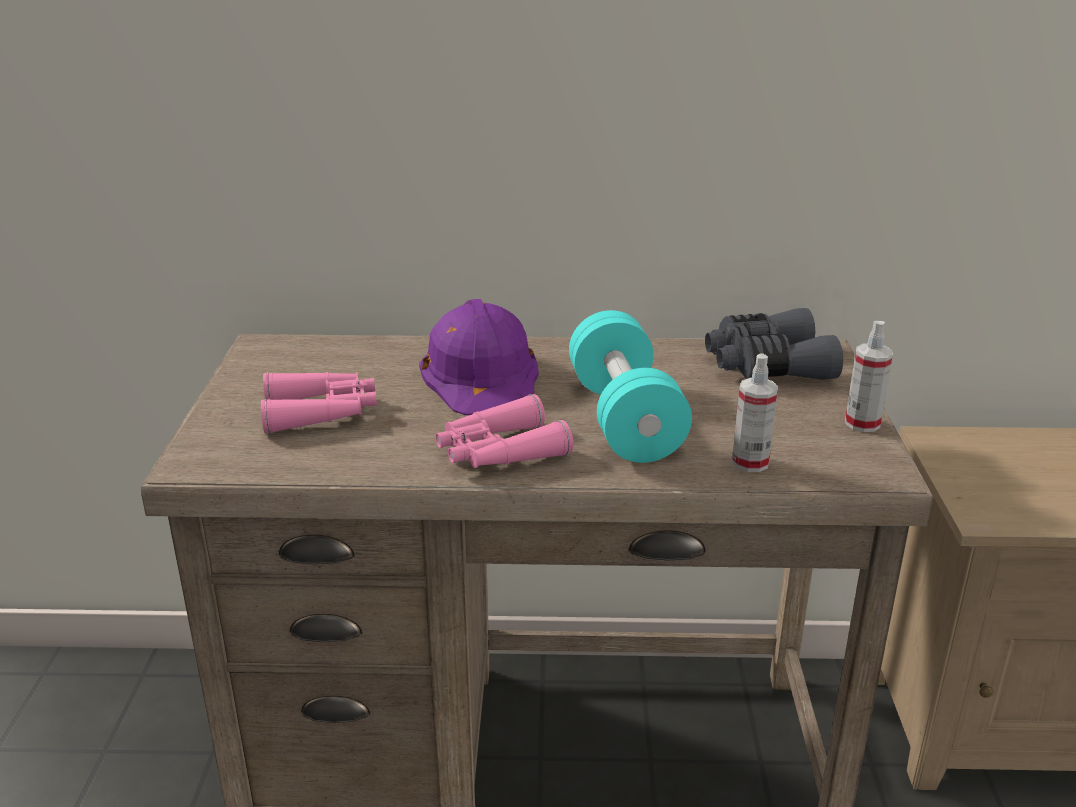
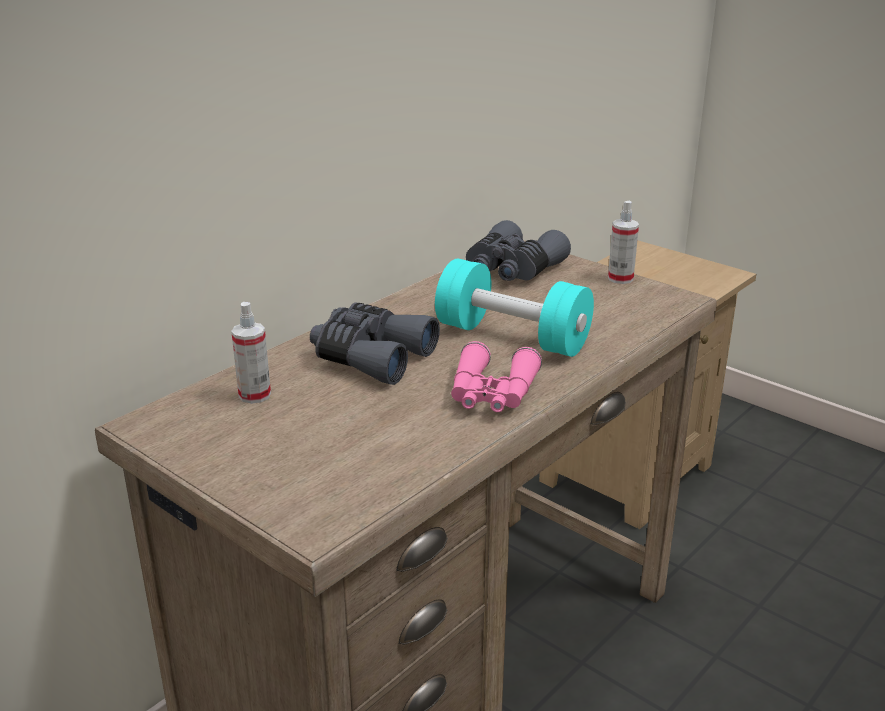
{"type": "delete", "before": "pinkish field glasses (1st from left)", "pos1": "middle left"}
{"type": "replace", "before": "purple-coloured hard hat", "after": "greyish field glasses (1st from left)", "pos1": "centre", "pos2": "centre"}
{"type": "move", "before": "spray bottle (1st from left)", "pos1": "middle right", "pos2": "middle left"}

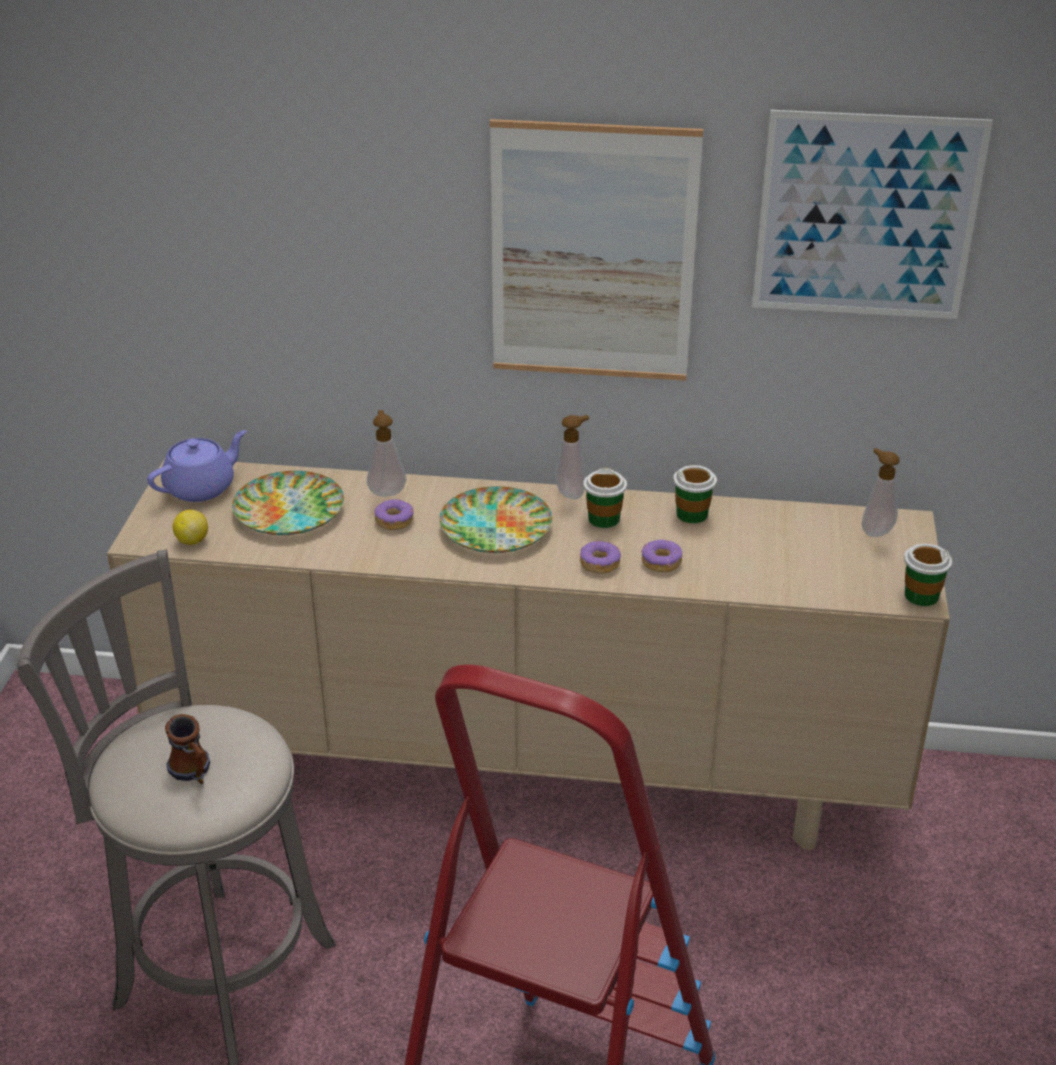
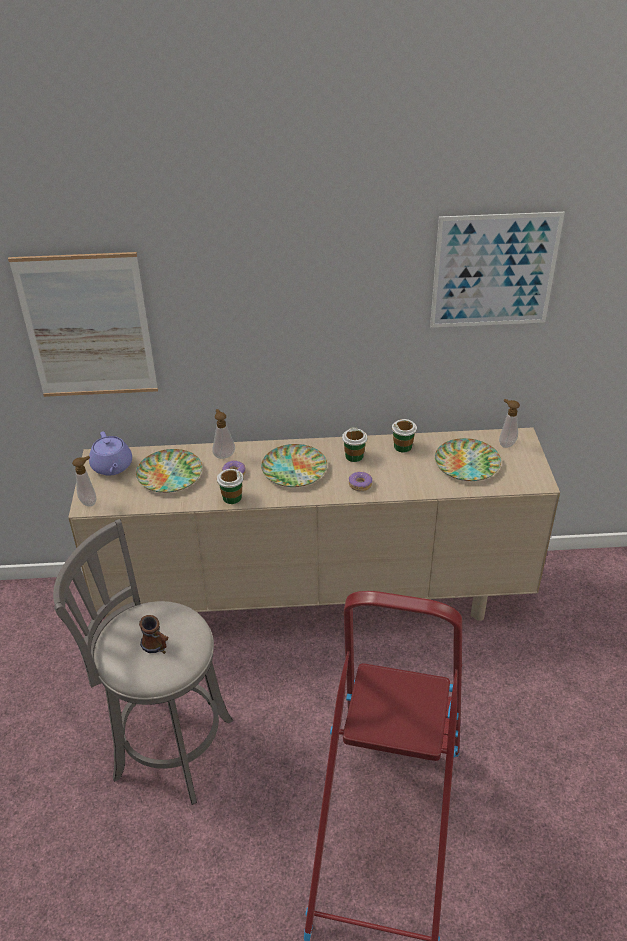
{"type": "rotate", "before": "purple-coloured tea pot", "pos1": "middle left", "pos2": "middle left", "turn": 120}
{"type": "delete", "before": "citrus fruit", "pos1": "middle left"}
{"type": "move", "before": "wall art (1st from left)", "pos1": "top centre", "pos2": "middle left"}
{"type": "move", "before": "soap dispenser (2nd from left in the first image)", "after": "soap dispenser (1st from left)", "pos1": "centre", "pos2": "middle left"}
{"type": "delete", "before": "donut (3rd from left)", "pos1": "centre"}
{"type": "move", "before": "drinking cup (3rd from left in the first image)", "after": "drinking cup (1st from left)", "pos1": "middle right", "pos2": "centre"}
{"type": "insert", "after": "flat dish (3rd from left)", "pos2": "middle right"}

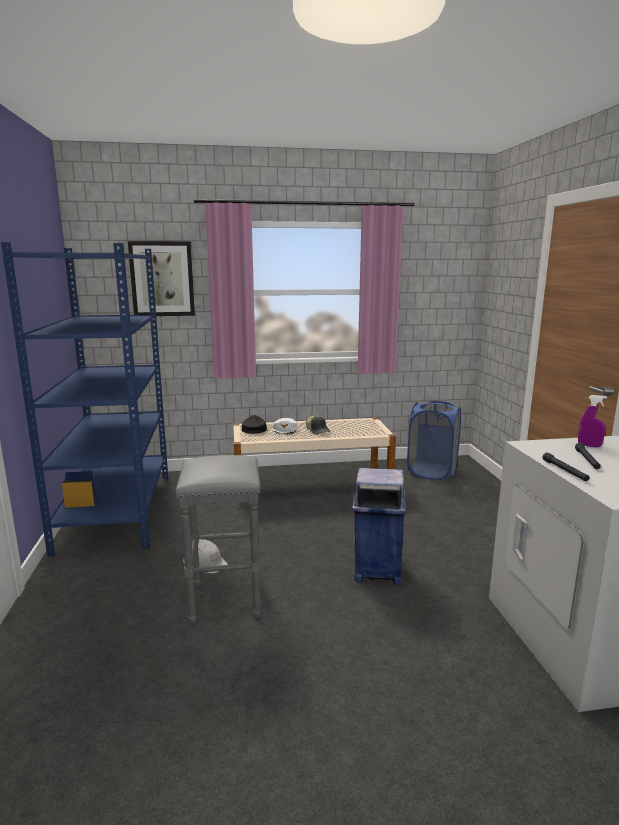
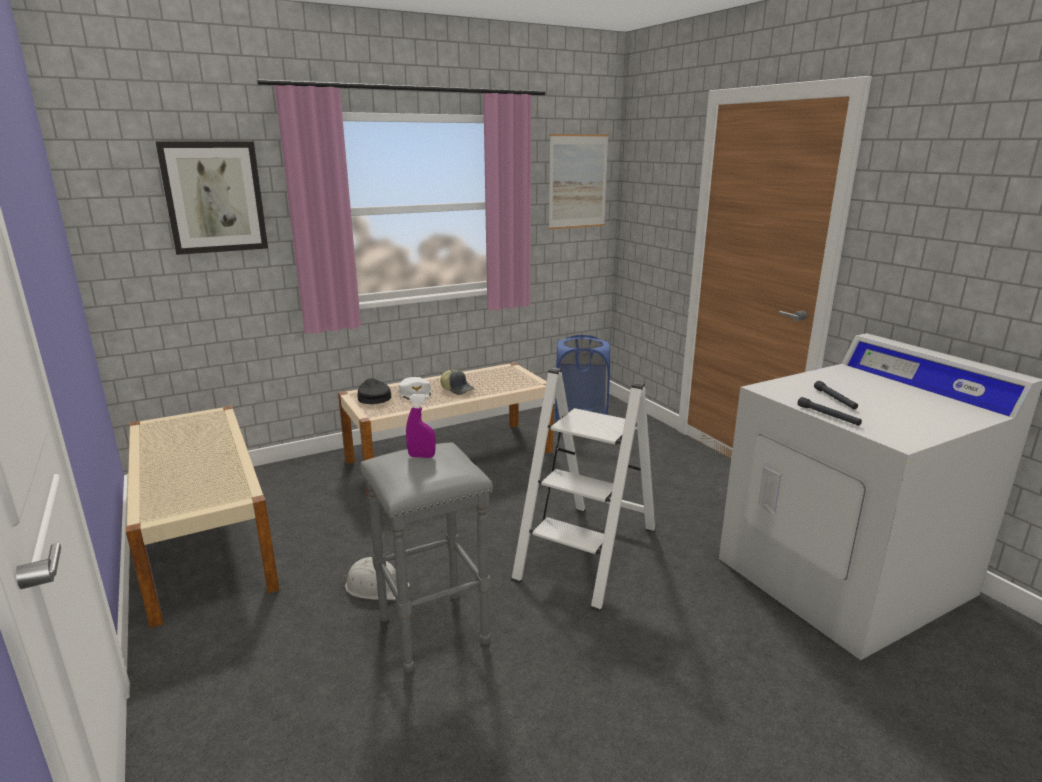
{"type": "replace", "before": "blue bookshelf", "after": "beige long seat (1st from left)", "pos1": "middle left", "pos2": "middle left"}
{"type": "replace", "before": "blue rubbish bin", "after": "whitish step stool", "pos1": "centre", "pos2": "centre"}
{"type": "move", "before": "purple-coloured spray bottle", "pos1": "middle right", "pos2": "centre"}
{"type": "insert", "after": "wall art (2nd from left)", "pos2": "top centre"}

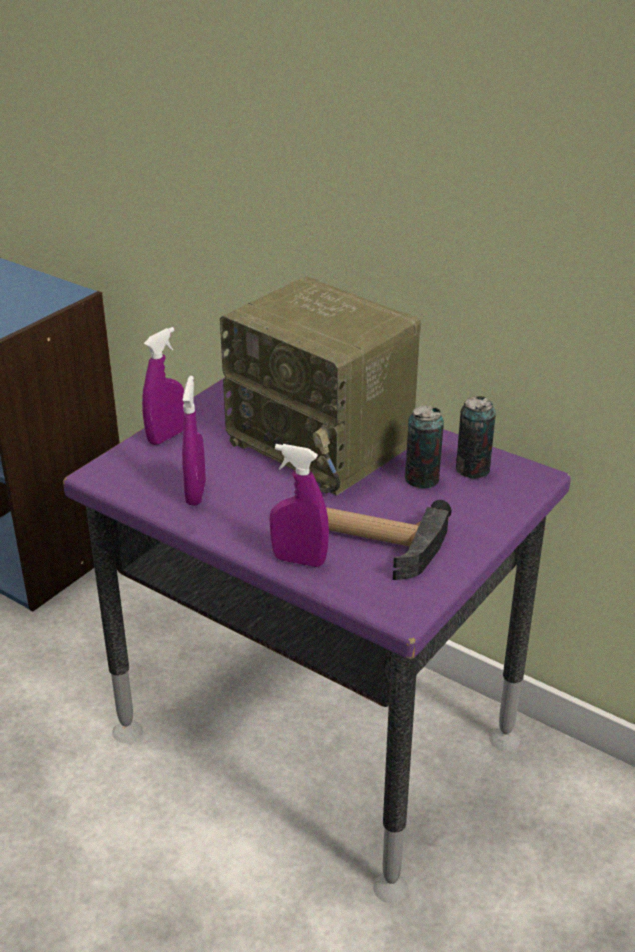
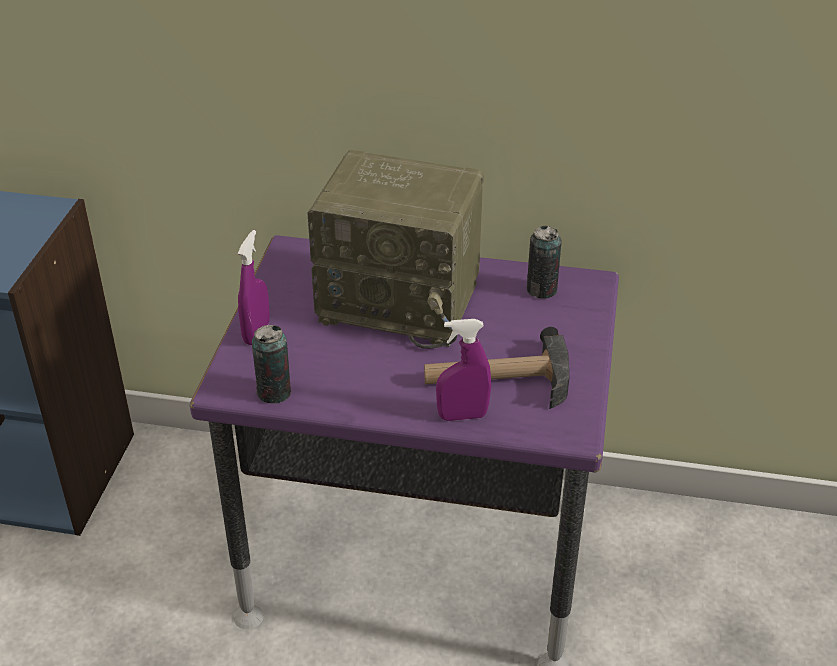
{"type": "delete", "before": "purple-coloured spray bottle (2nd from left)", "pos1": "middle left"}
{"type": "move", "before": "sealed can (1st from left)", "pos1": "middle right", "pos2": "middle left"}

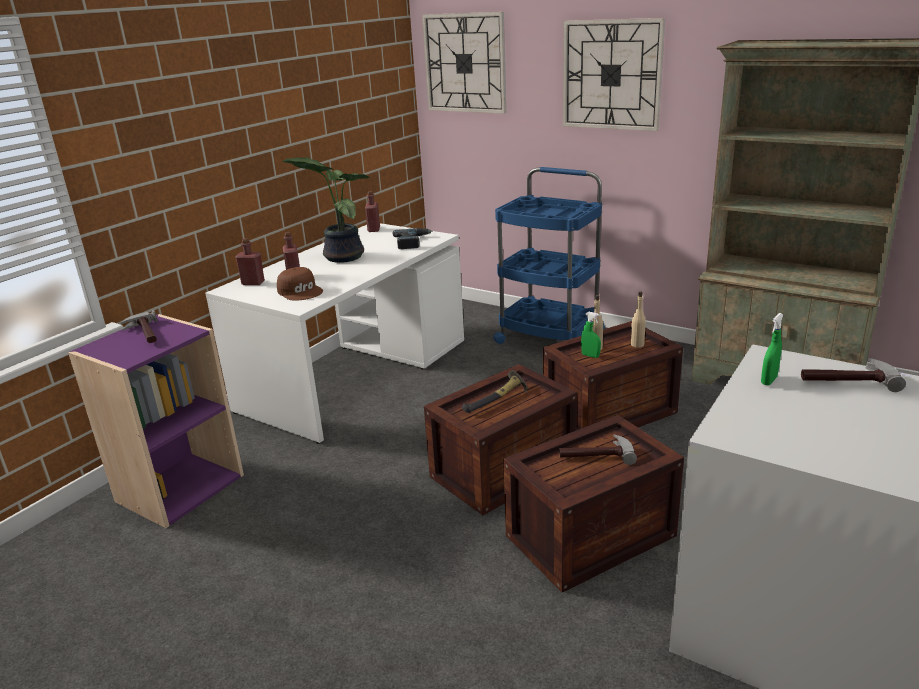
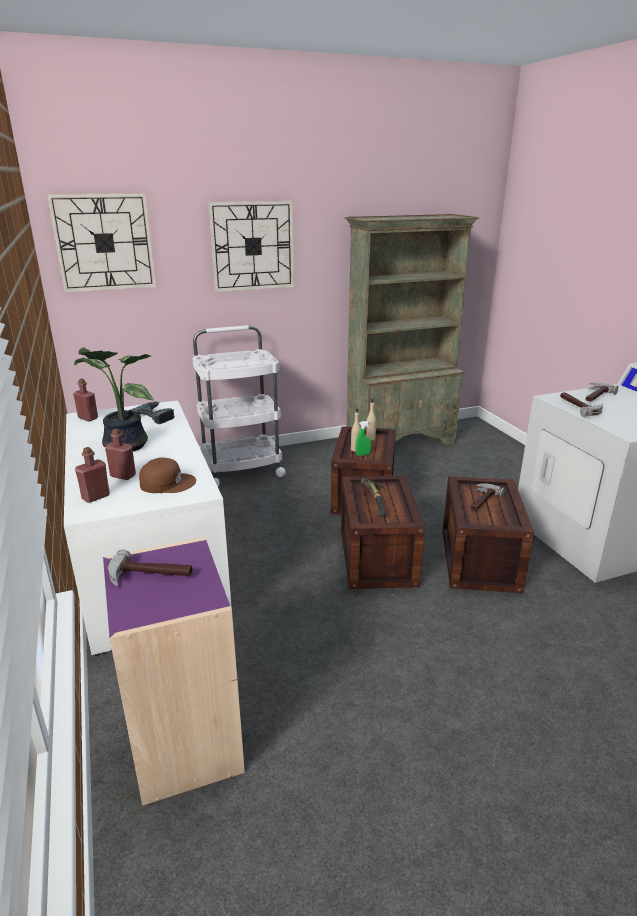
{"type": "recolor", "before": "blue cart", "after": "whitish cart", "pos1": "centre", "pos2": "centre"}
{"type": "replace", "before": "greenish spray bottle (2nd from left)", "after": "tool hammer (4th from left)", "pos1": "middle right", "pos2": "middle right"}

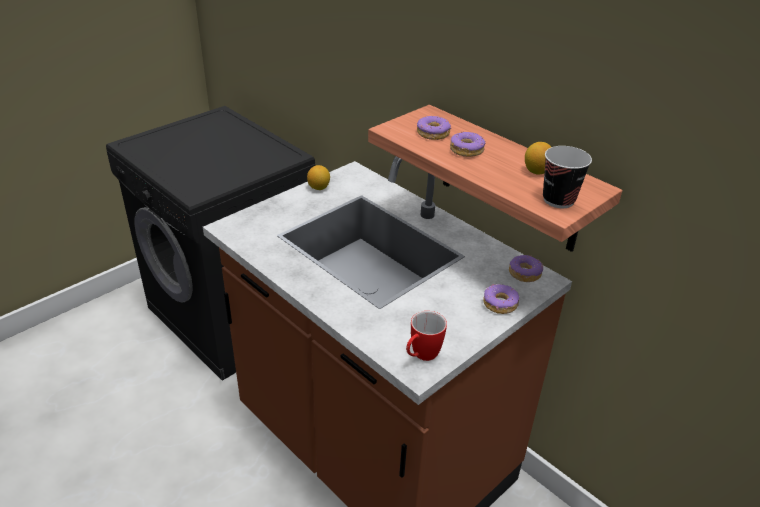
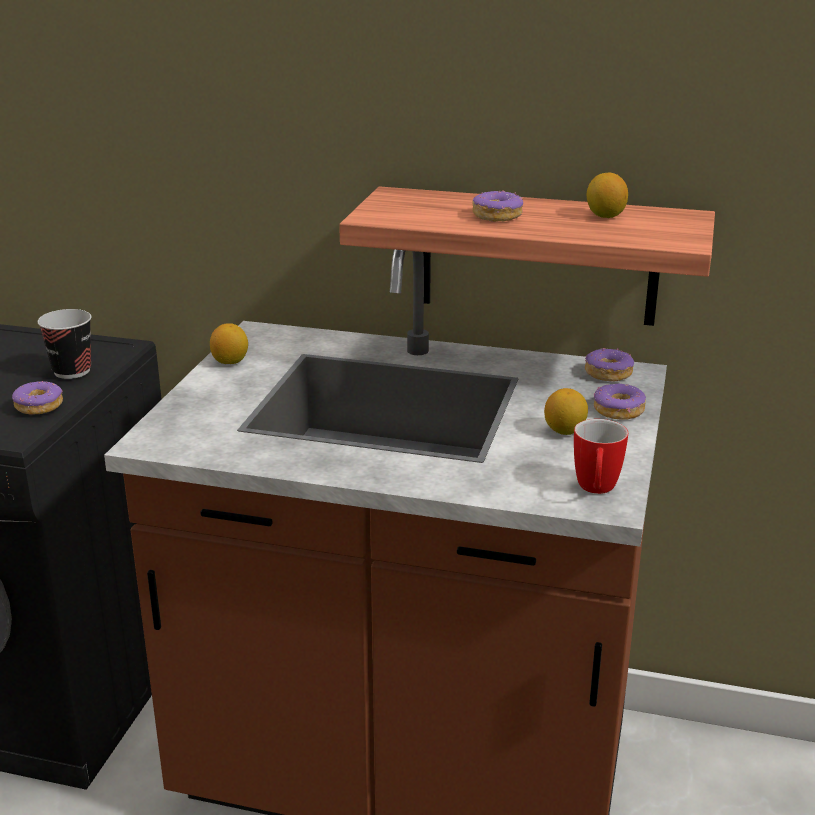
{"type": "move", "before": "donut (1st from left)", "pos1": "top centre", "pos2": "middle left"}
{"type": "move", "before": "drinking cup", "pos1": "middle right", "pos2": "middle left"}
{"type": "insert", "after": "citrus fruit (2nd from left)", "pos2": "middle right"}

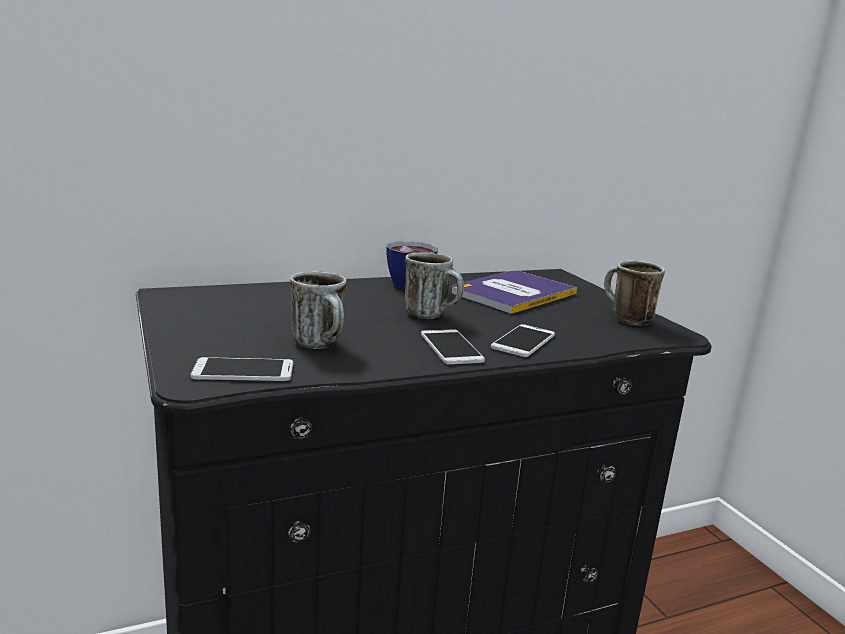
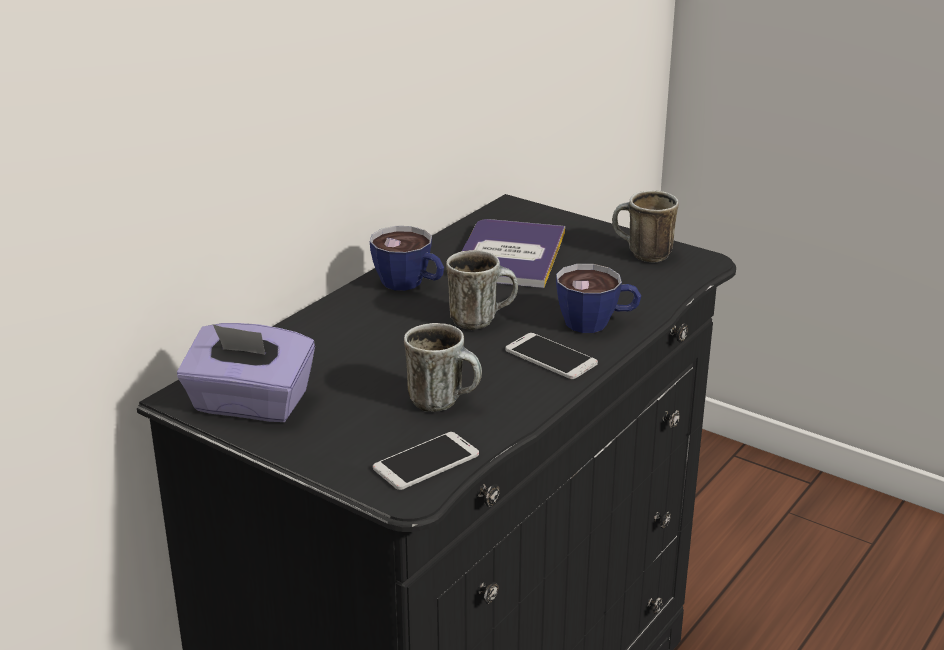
{"type": "replace", "before": "handset (3rd from left)", "after": "drinking cup (2nd from left)", "pos1": "centre", "pos2": "centre"}
{"type": "insert", "after": "purple-coloured box of tissues", "pos2": "middle left"}

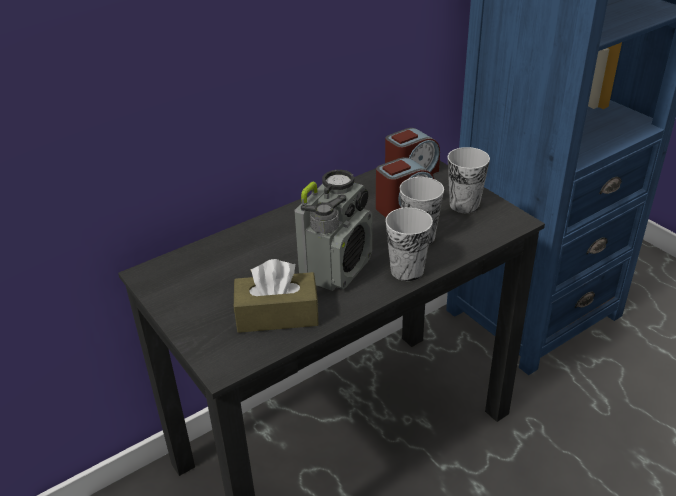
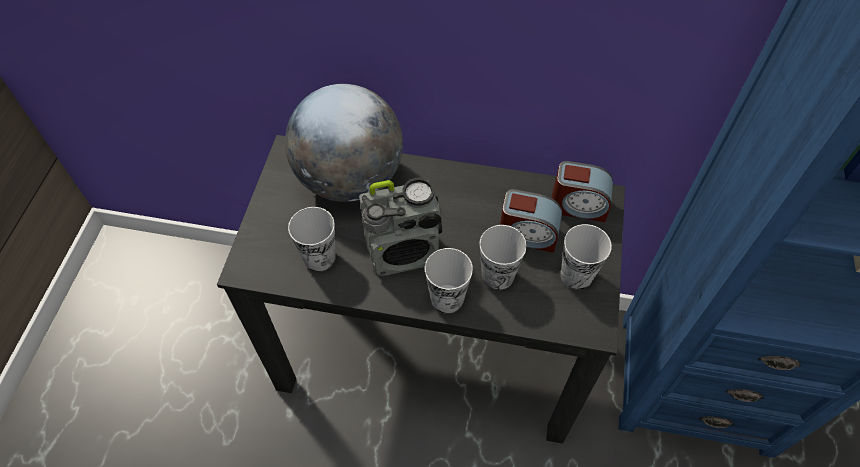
{"type": "replace", "before": "brown box of tissues", "after": "drinking cup (1st from left)", "pos1": "centre", "pos2": "centre"}
{"type": "insert", "after": "world globe", "pos2": "top centre"}

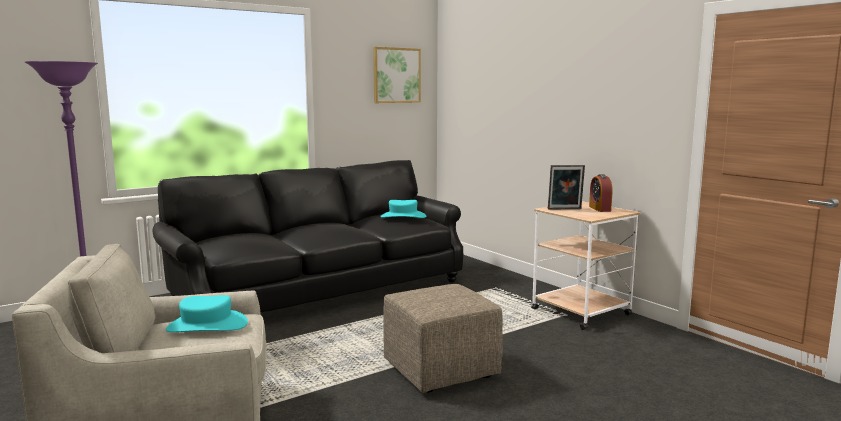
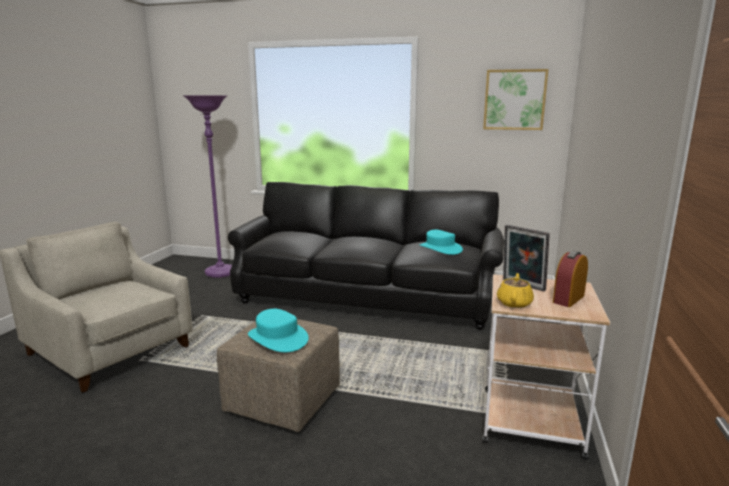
{"type": "move", "before": "turquoise-coloured wearable hat (1st from left)", "pos1": "bottom left", "pos2": "bottom centre"}
{"type": "insert", "after": "yellowish tea pot", "pos2": "middle right"}

